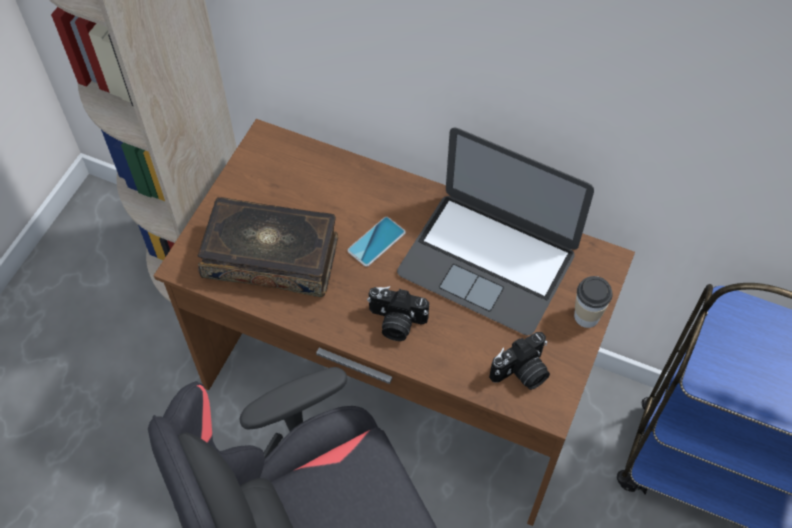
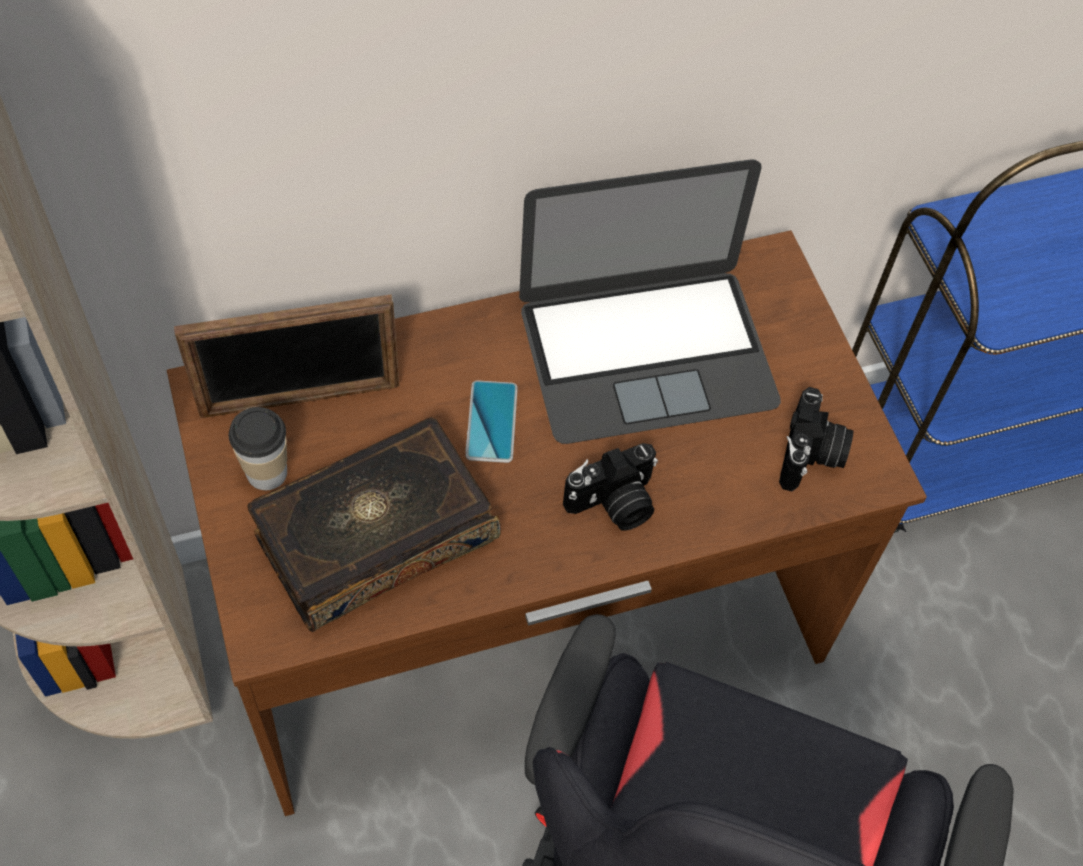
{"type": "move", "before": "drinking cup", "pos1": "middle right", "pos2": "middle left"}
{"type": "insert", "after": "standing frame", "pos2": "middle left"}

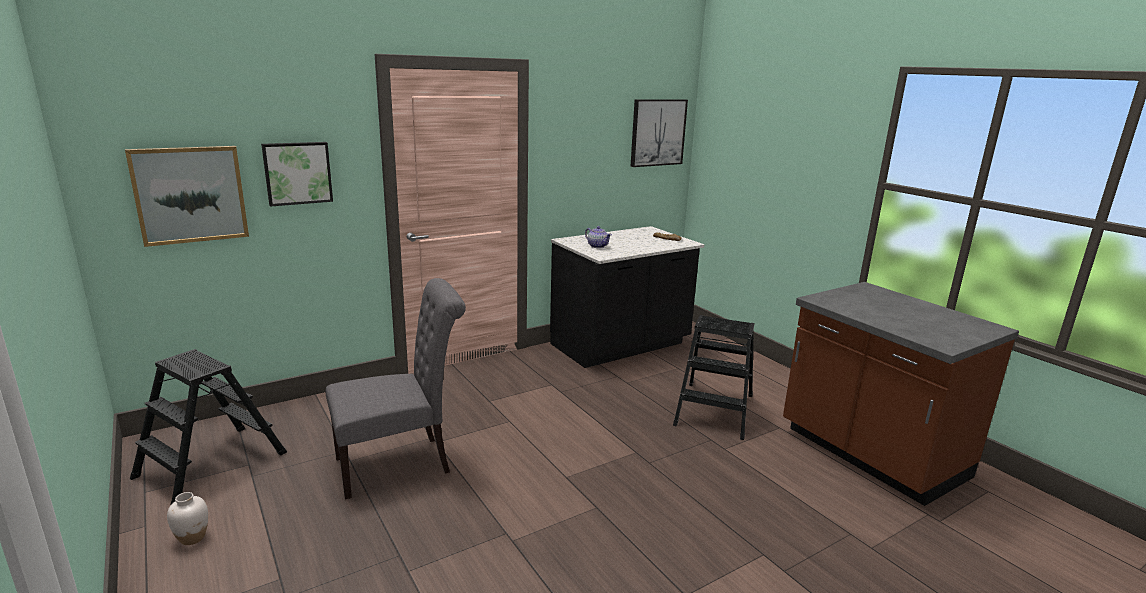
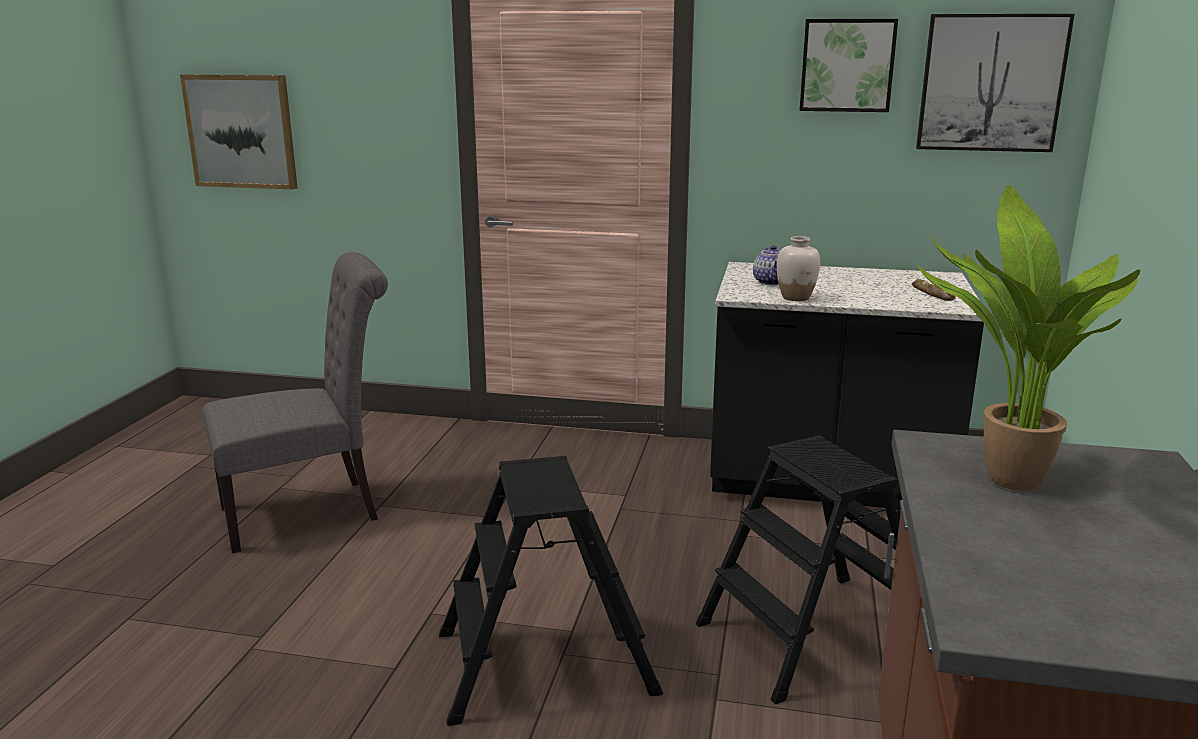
{"type": "move", "before": "black step stool (1st from left)", "pos1": "bottom left", "pos2": "bottom centre"}
{"type": "move", "before": "whitish vase", "pos1": "bottom left", "pos2": "centre"}
{"type": "move", "before": "wall art (2nd from left)", "pos1": "top left", "pos2": "top right"}
{"type": "rotate", "before": "greyish chair", "pos1": "centre", "pos2": "middle left", "turn": -45}
{"type": "insert", "after": "houseplant", "pos2": "middle right"}

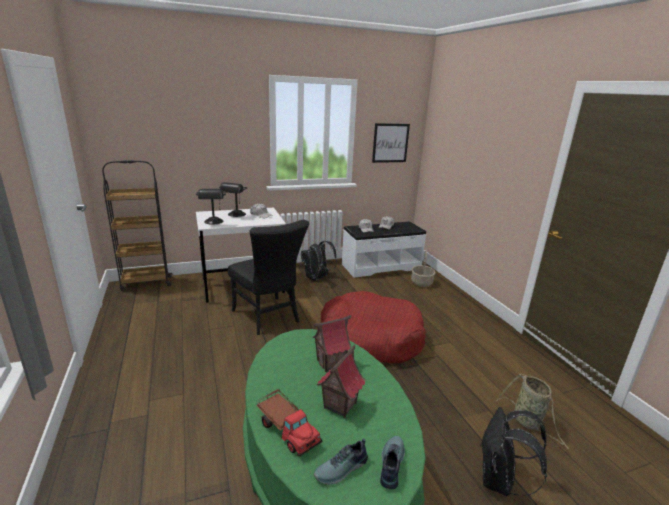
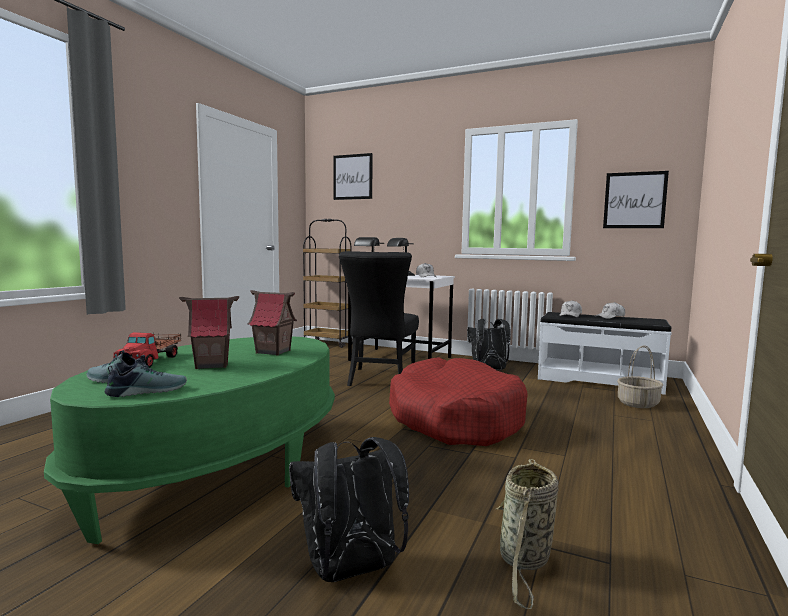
{"type": "insert", "after": "wall art (1st from left)", "pos2": "top centre"}

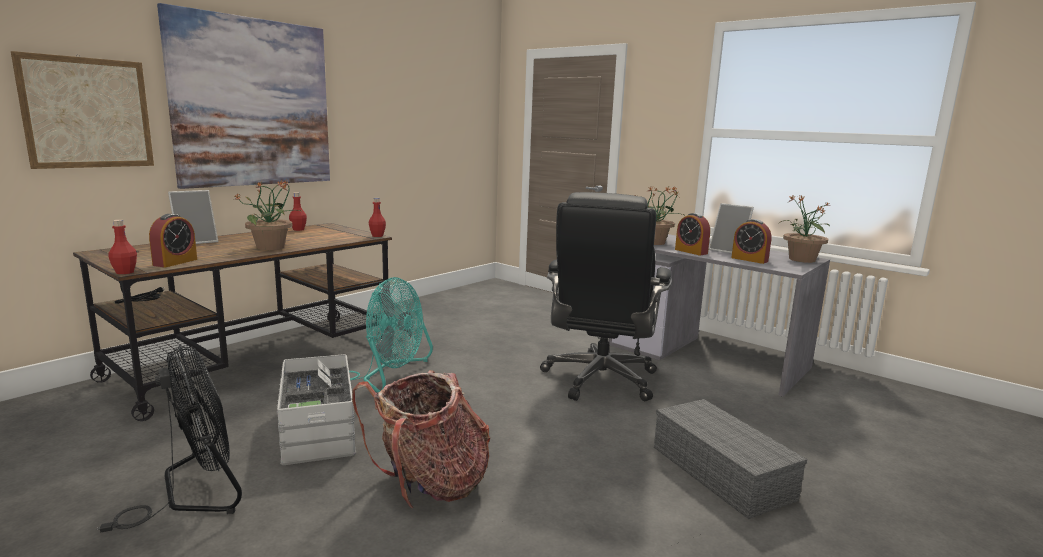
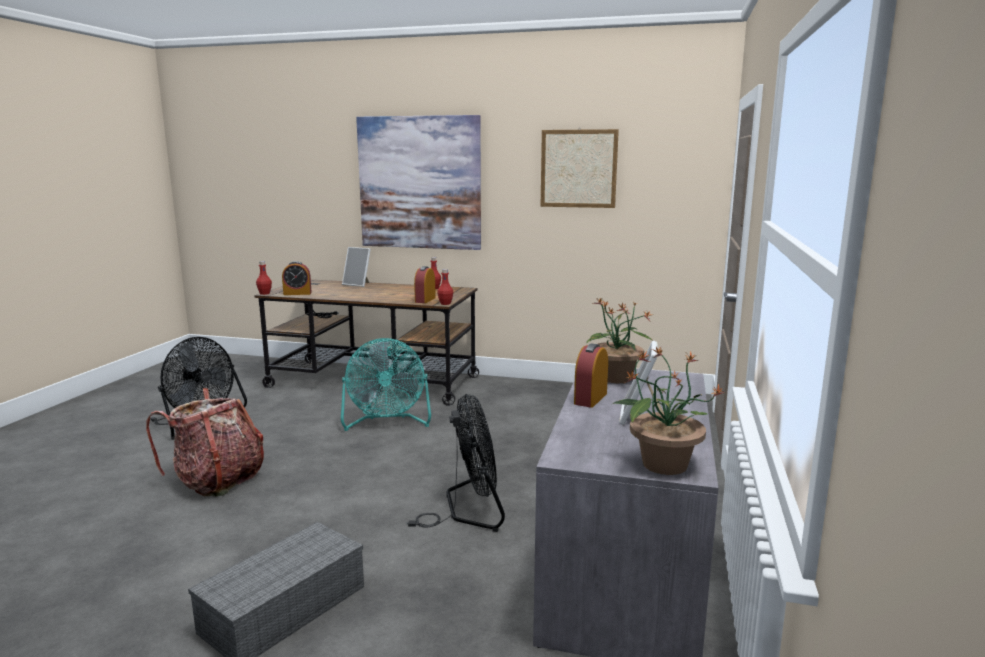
{"type": "move", "before": "wall art (1st from left in the first image)", "after": "wall art (2nd from left)", "pos1": "top left", "pos2": "top centre"}
{"type": "delete", "before": "houseplant (1st from left)", "pos1": "middle left"}
{"type": "delete", "before": "greyish storage bin (1st from left)", "pos1": "bottom left"}
{"type": "replace", "before": "black office chair", "after": "black electric fan (2nd from left)", "pos1": "centre", "pos2": "bottom centre"}
{"type": "move", "before": "table clock (3rd from left in the first image)", "after": "table clock (2nd from left)", "pos1": "middle right", "pos2": "centre"}

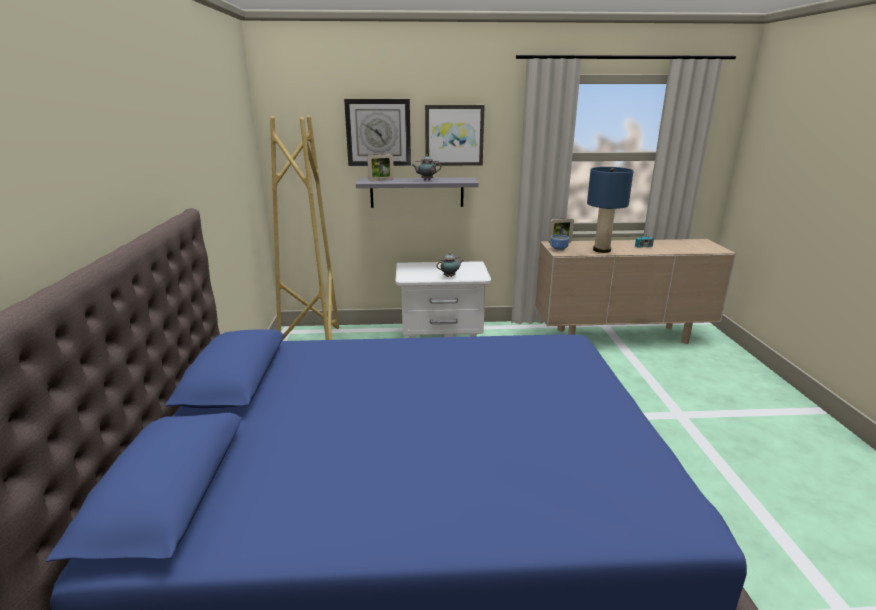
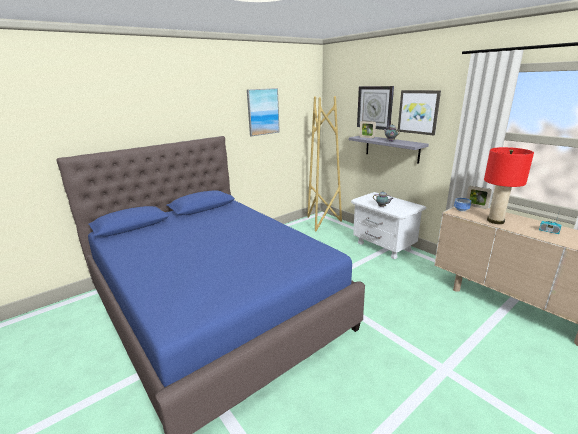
{"type": "recolor", "before": "blue tabletop lamp", "after": "reddish tabletop lamp", "pos1": "middle right", "pos2": "middle right"}
{"type": "insert", "after": "wall art (1st from left)", "pos2": "top centre"}

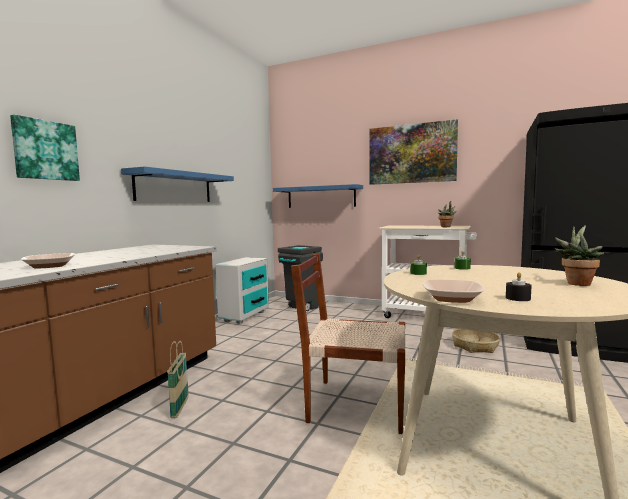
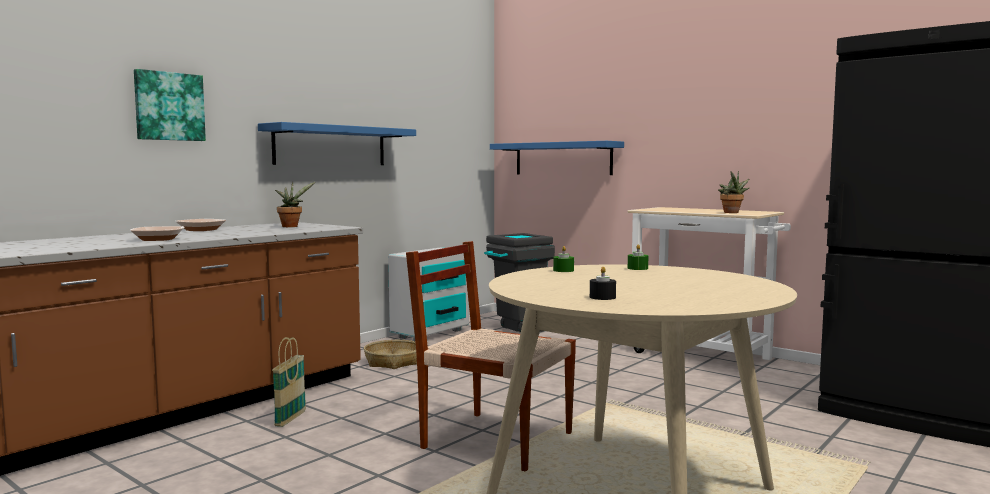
{"type": "delete", "before": "wall art (2nd from left)", "pos1": "top centre"}
{"type": "move", "before": "deep dish (2nd from left)", "pos1": "middle right", "pos2": "middle left"}
{"type": "move", "before": "household basket (2nd from left)", "pos1": "bottom right", "pos2": "bottom centre"}
{"type": "move", "before": "houseplant (2nd from left in the first image)", "after": "houseplant (1st from left)", "pos1": "middle right", "pos2": "middle left"}

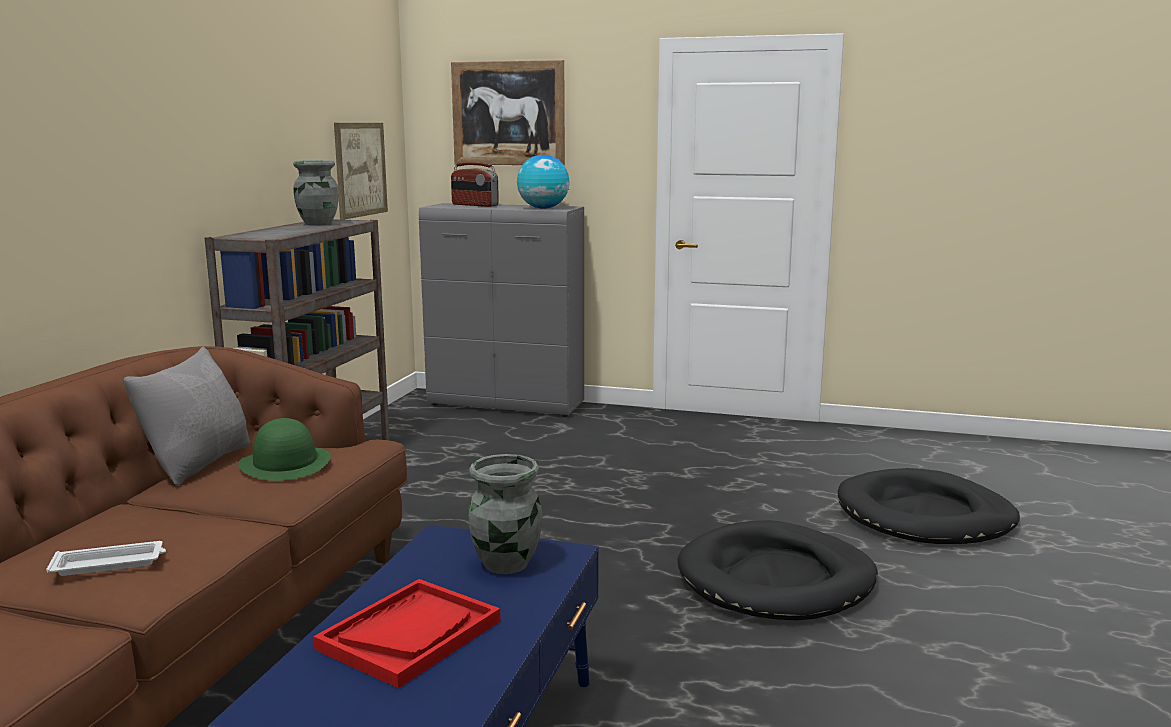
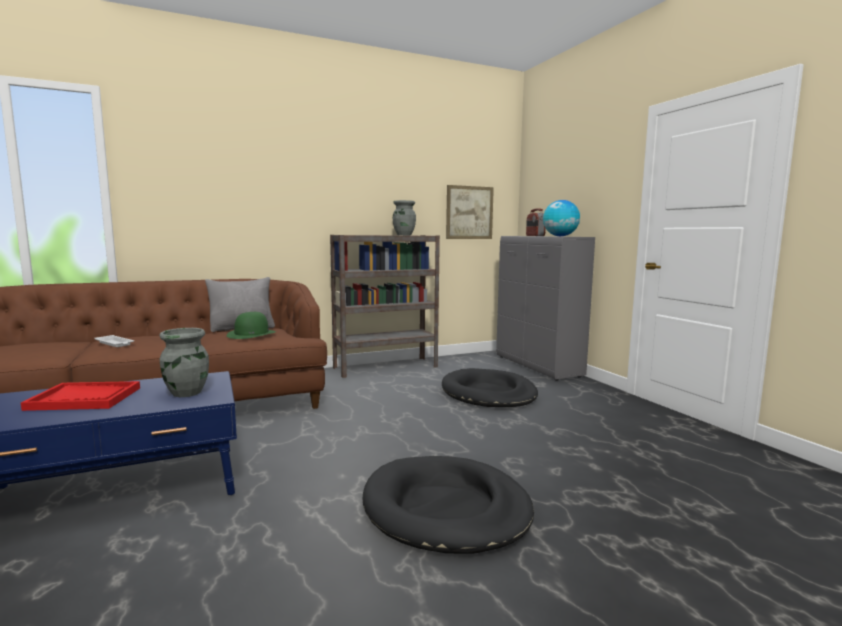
{"type": "delete", "before": "wall art (2nd from left)", "pos1": "top centre"}
{"type": "move", "before": "black dog bed (2nd from left)", "pos1": "bottom right", "pos2": "centre"}

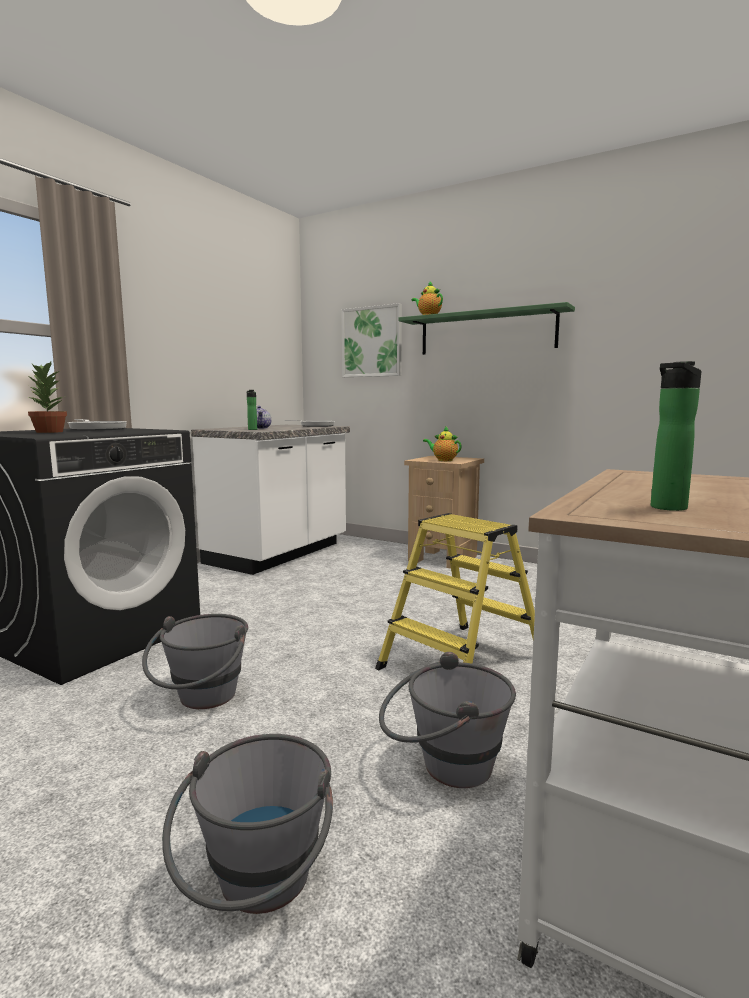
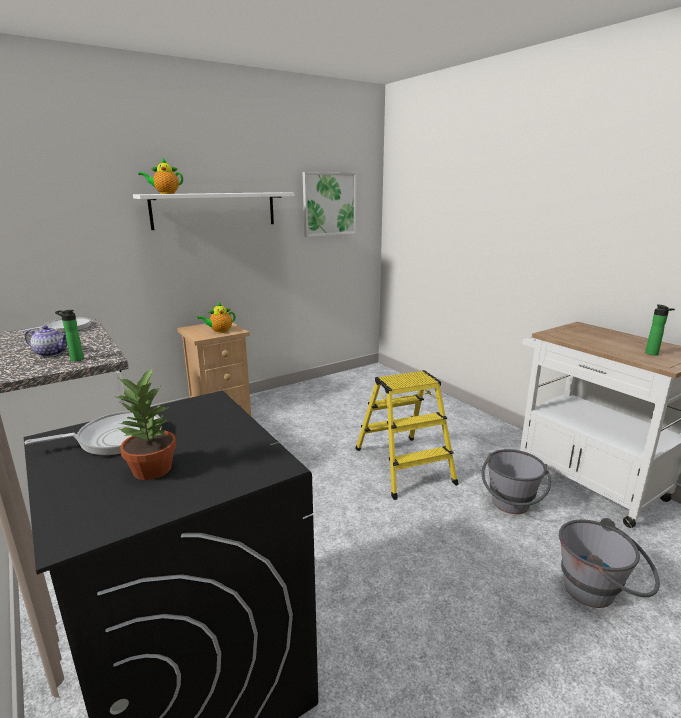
{"type": "delete", "before": "greyish pail (1st from left)", "pos1": "middle left"}
{"type": "move", "before": "wall art", "pos1": "centre", "pos2": "top centre"}
{"type": "recolor", "before": "greenish wall shelf", "after": "whitish wall shelf", "pos1": "top centre", "pos2": "top left"}

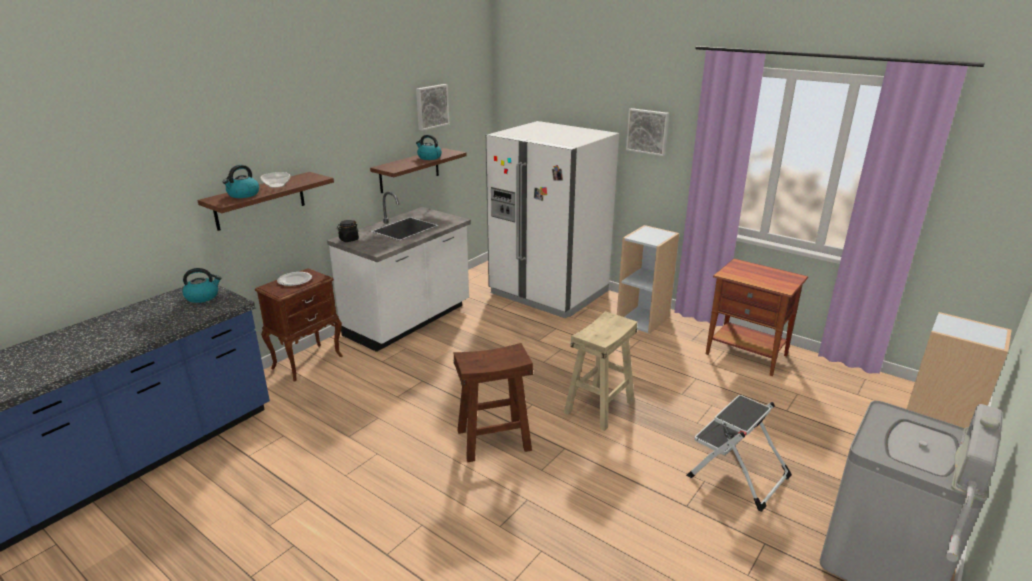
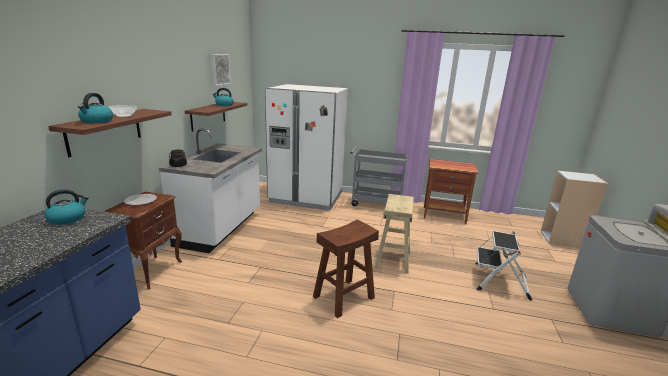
{"type": "replace", "before": "bookshelf (1st from left)", "after": "greyish cart", "pos1": "centre", "pos2": "centre"}
{"type": "delete", "before": "wall art (2nd from left)", "pos1": "top centre"}

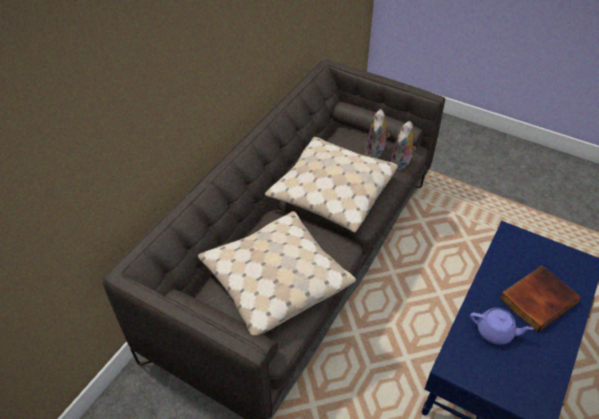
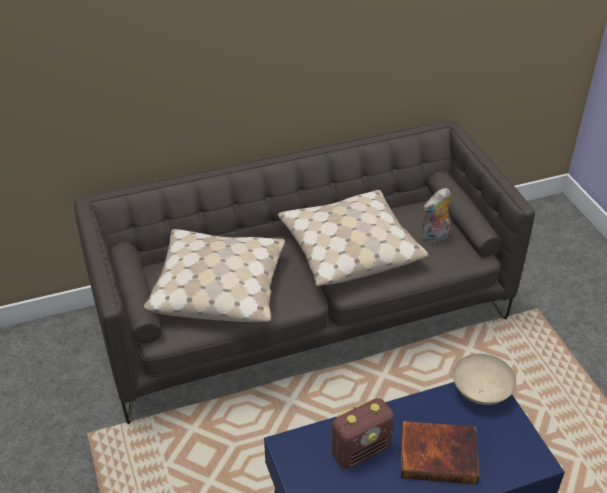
{"type": "delete", "before": "soft toy (2nd from left)", "pos1": "middle right"}
{"type": "replace", "before": "purple-coloured tea pot", "after": "radio", "pos1": "bottom right", "pos2": "bottom centre"}
{"type": "insert", "after": "beige deep dish", "pos2": "bottom right"}

